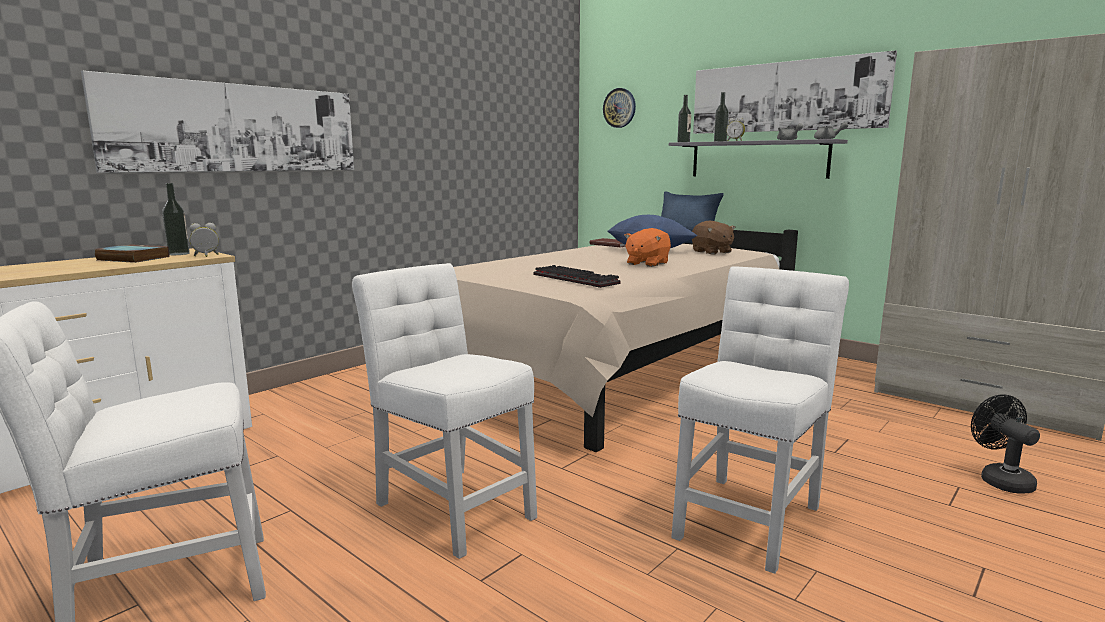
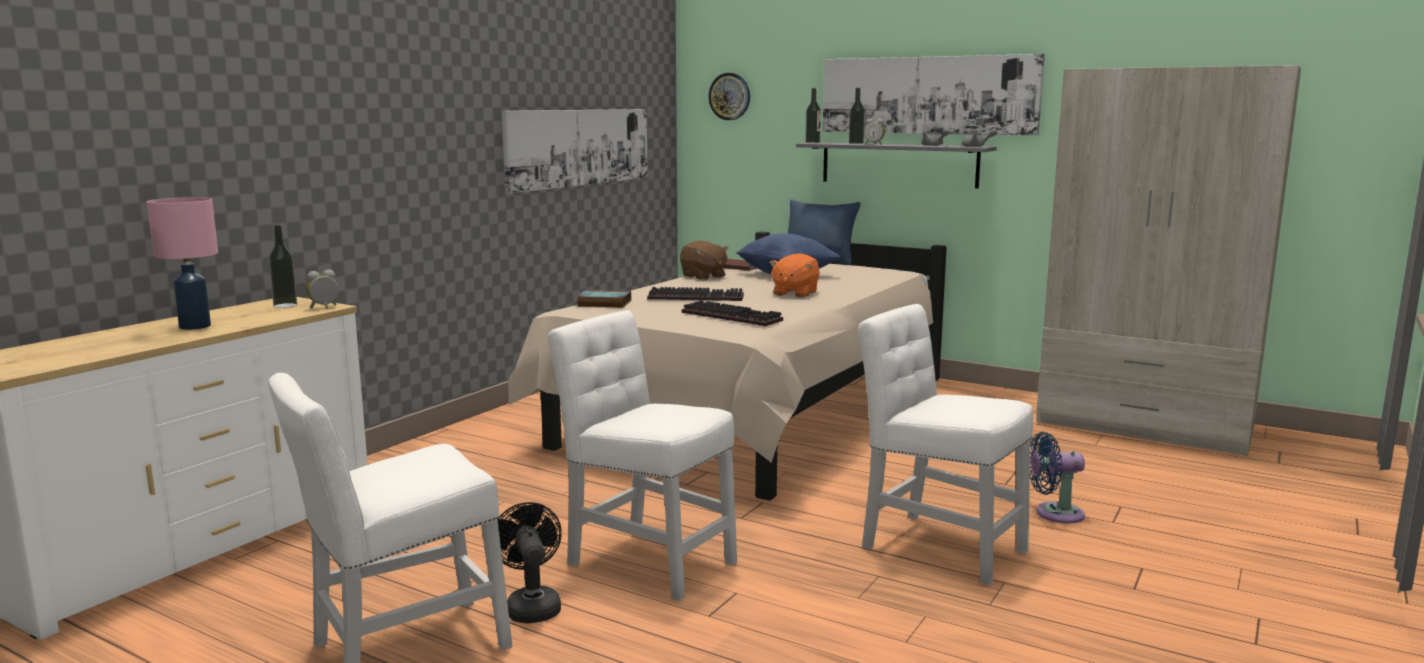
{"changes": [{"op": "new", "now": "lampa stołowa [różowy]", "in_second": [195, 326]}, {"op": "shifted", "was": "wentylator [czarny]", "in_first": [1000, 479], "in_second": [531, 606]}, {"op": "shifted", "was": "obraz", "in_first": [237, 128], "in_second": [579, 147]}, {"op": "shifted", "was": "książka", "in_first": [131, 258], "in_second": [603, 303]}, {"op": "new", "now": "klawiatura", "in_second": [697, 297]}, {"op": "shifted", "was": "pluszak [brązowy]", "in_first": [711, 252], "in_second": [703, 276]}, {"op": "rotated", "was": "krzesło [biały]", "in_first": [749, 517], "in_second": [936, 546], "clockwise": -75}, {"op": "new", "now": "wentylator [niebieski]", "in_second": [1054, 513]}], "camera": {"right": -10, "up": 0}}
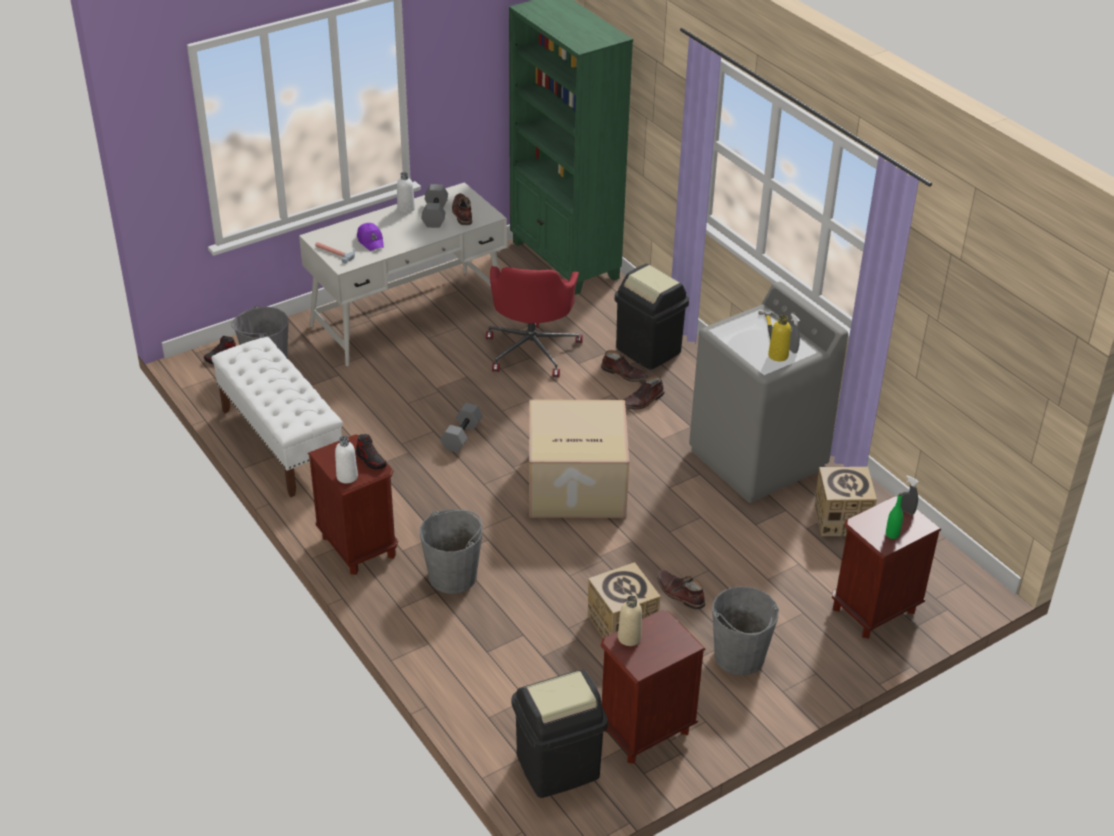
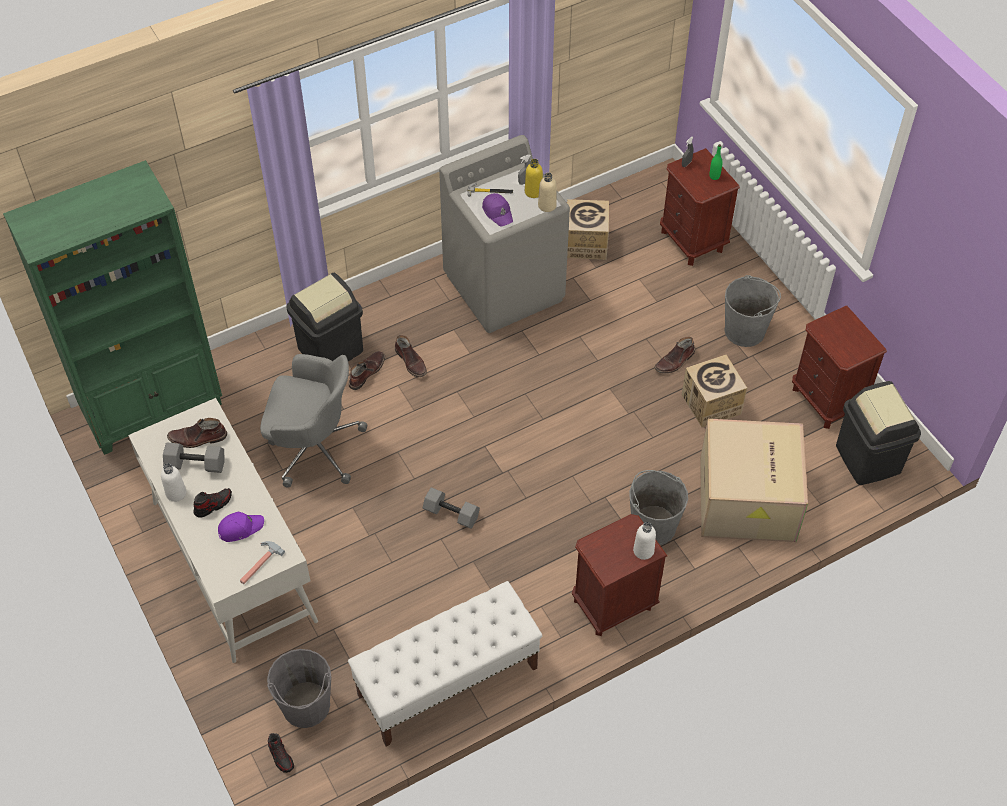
{"changes": [{"op": "shifted", "was": "but", "in_first": [371, 460], "in_second": [213, 505]}, {"op": "repainted", "was": "krzesło biurowe [czerwony]", "now": "krzesło biurowe [szary]", "in_first": [532, 349], "in_second": [314, 447]}, {"op": "new", "now": "czapka z daszkiem [fioletowy]", "in_second": [498, 212]}, {"op": "shifted", "was": "butelka [beżowy]", "in_first": [629, 638], "in_second": [547, 205]}, {"op": "shifted", "was": "karton", "in_first": [575, 486], "in_second": [748, 500]}], "camera": {"right": -85, "up": 15}}
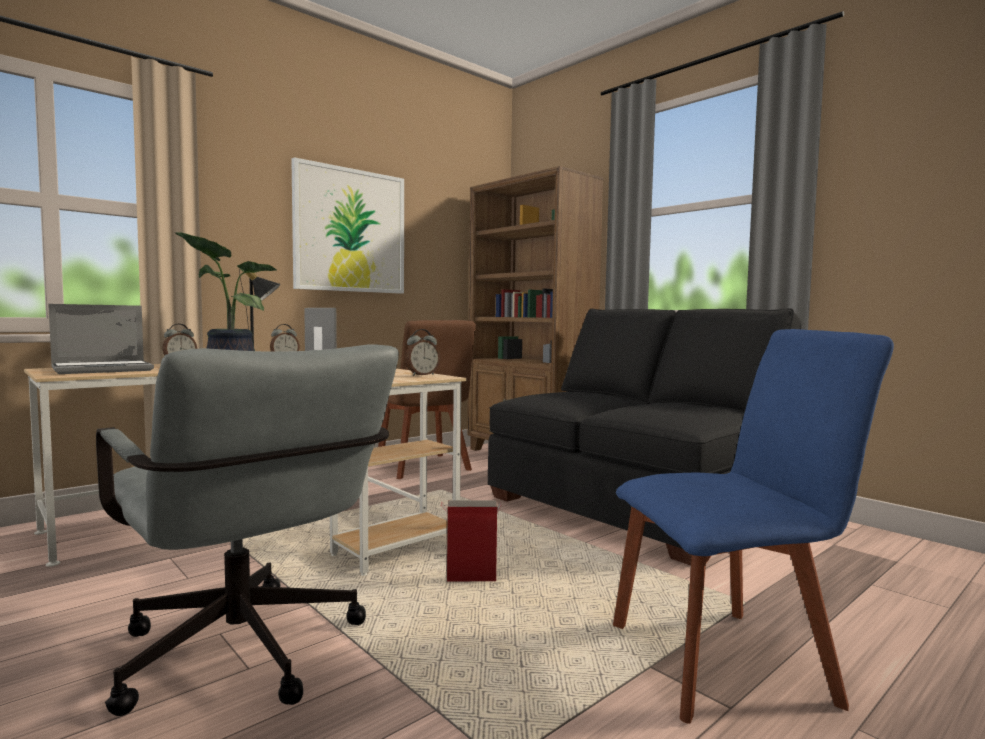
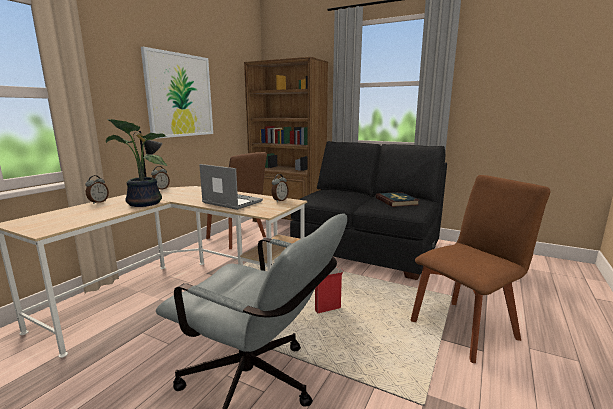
{"changes": [{"op": "new", "now": "książka", "in_second": [397, 201]}, {"op": "repainted", "was": "krzesło [niebieski]", "now": "krzesło [brązowy]", "in_first": [728, 660], "in_second": [466, 327]}, {"op": "gone", "was": "laptop", "in_first": [104, 369]}], "camera": {"right": -20, "up": 10}}
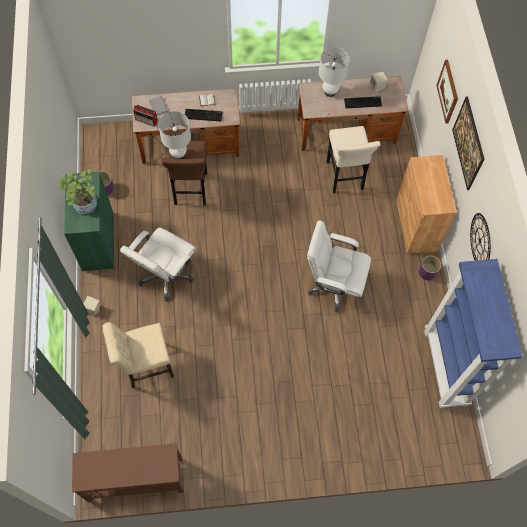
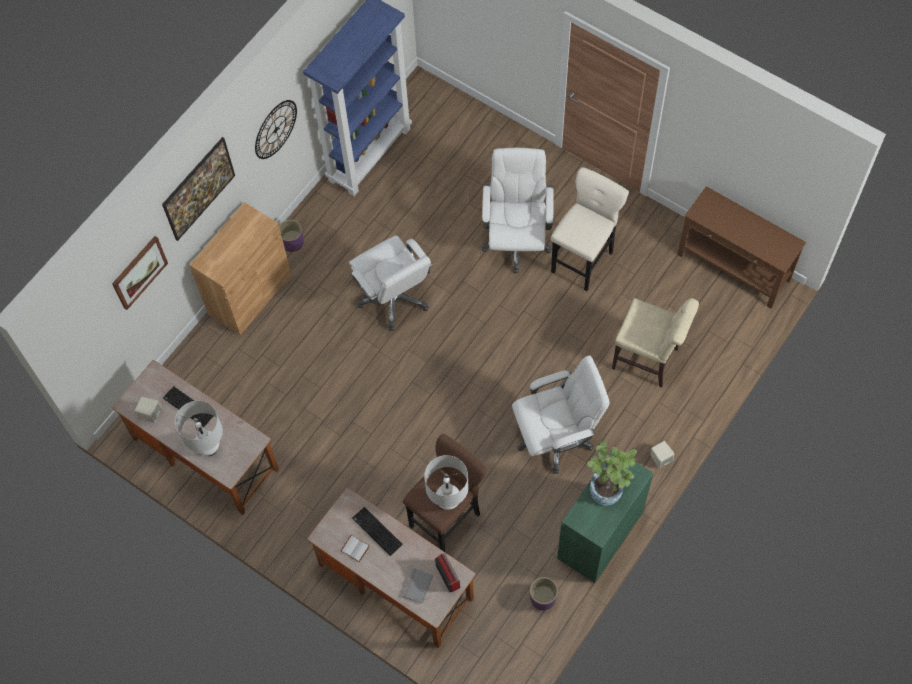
{"changes": [{"op": "new", "now": "krzesło biurowe [biały]", "in_second": [516, 240]}, {"op": "shifted", "was": "stołek [beżowy]", "in_first": [344, 178], "in_second": [584, 259]}], "camera": {"right": -135, "up": 0}}
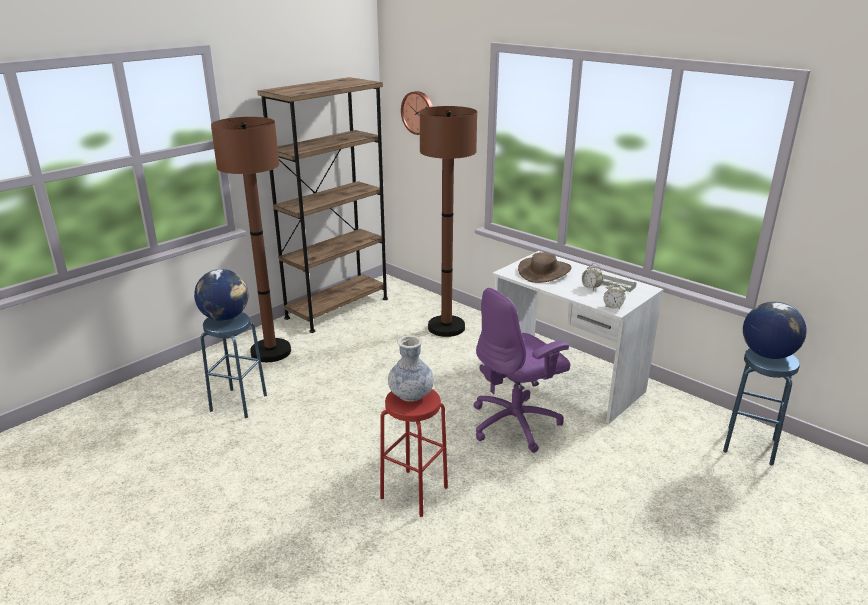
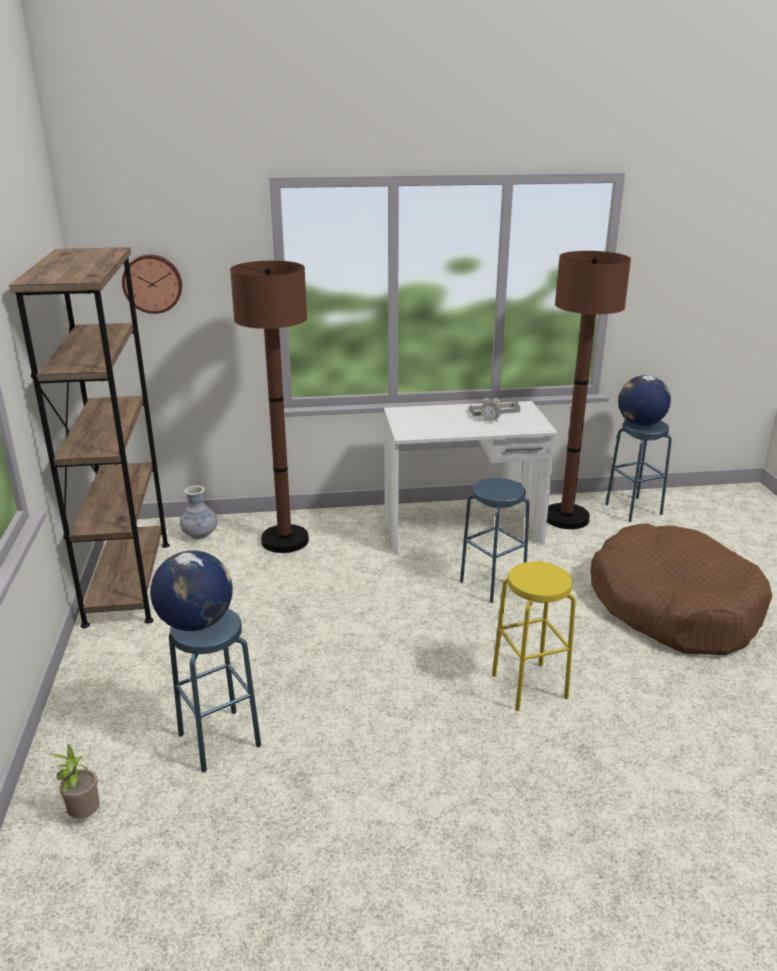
{"changes": [{"op": "new", "now": "roślina doniczkowa", "in_second": [83, 815]}, {"op": "shifted", "was": "wazon", "in_first": [411, 394], "in_second": [200, 534]}, {"op": "swapped", "was": "krzesło biurowe [fioletowy]", "now": "stołek [niebieski]", "in_first": [516, 424], "in_second": [492, 584]}, {"op": "repainted", "was": "stołek [czerwony]", "now": "stołek [żółty]", "in_first": [414, 492], "in_second": [529, 686]}, {"op": "shifted", "was": "lampa stojąca [brązowy]", "in_first": [271, 352], "in_second": [566, 518]}, {"op": "new", "now": "legowisko [brązowy]", "in_second": [673, 606]}, {"op": "gone", "was": "kapelusz [brązowy]", "in_first": [544, 271]}, {"op": "gone", "was": "budzik", "in_first": [613, 306]}], "camera": {"right": -50, "up": 0}}
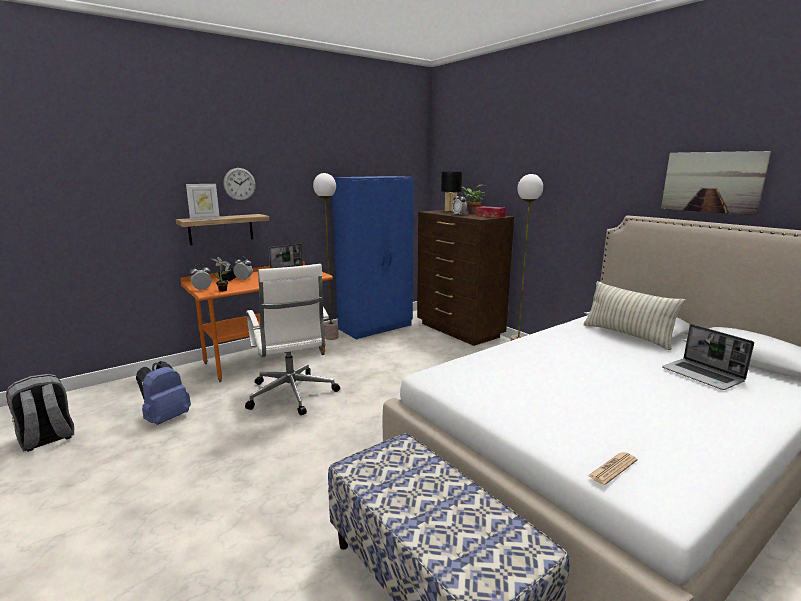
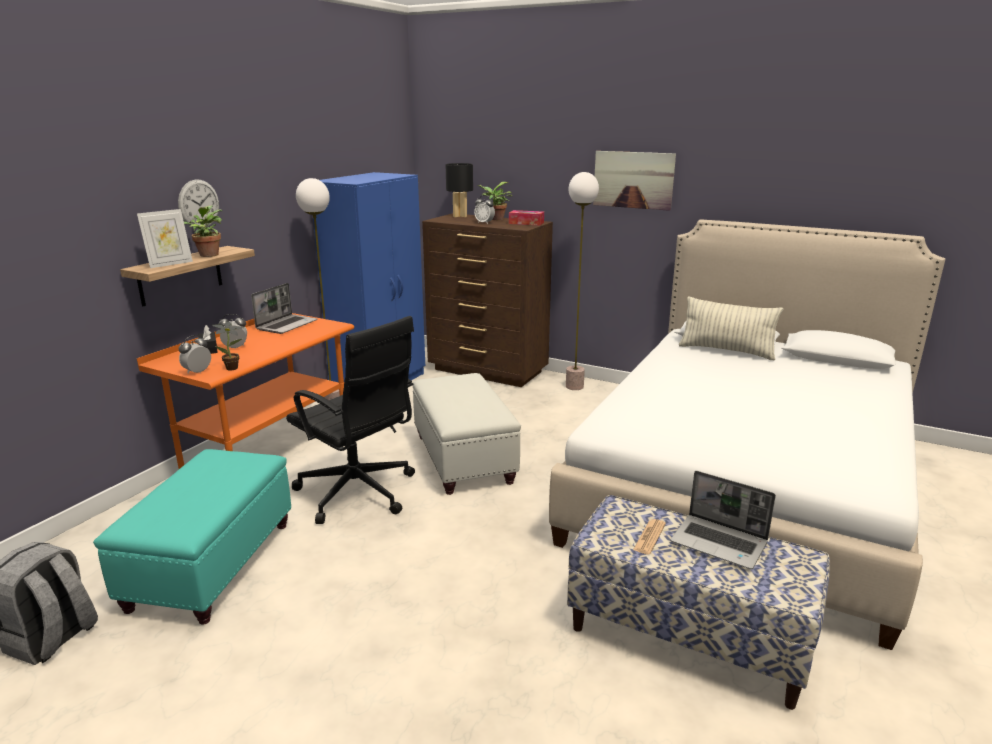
{"changes": [{"op": "swapped", "was": "plecak [niebieski]", "now": "pufa [turkusowy]", "in_first": [166, 418], "in_second": [213, 564]}, {"op": "new", "now": "roślina doniczkowa", "in_second": [209, 254]}, {"op": "repainted", "was": "krzesło biurowe [biały]", "now": "krzesło biurowe [czarny]", "in_first": [292, 395], "in_second": [358, 493]}, {"op": "new", "now": "pufa [biały]", "in_second": [463, 458]}, {"op": "shifted", "was": "obraz", "in_first": [711, 182], "in_second": [633, 180]}, {"op": "shifted", "was": "gazeta", "in_first": [612, 468], "in_second": [649, 537]}, {"op": "shifted", "was": "laptop", "in_first": [703, 375], "in_second": [720, 543]}], "camera": {"right": -25, "up": 5}}
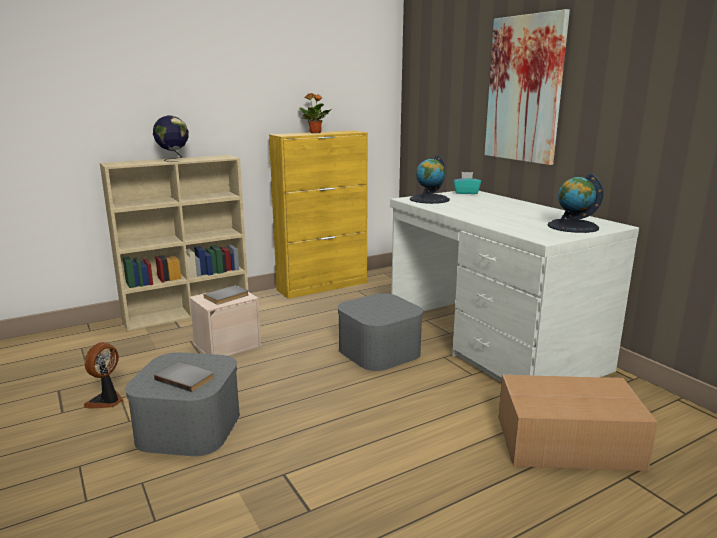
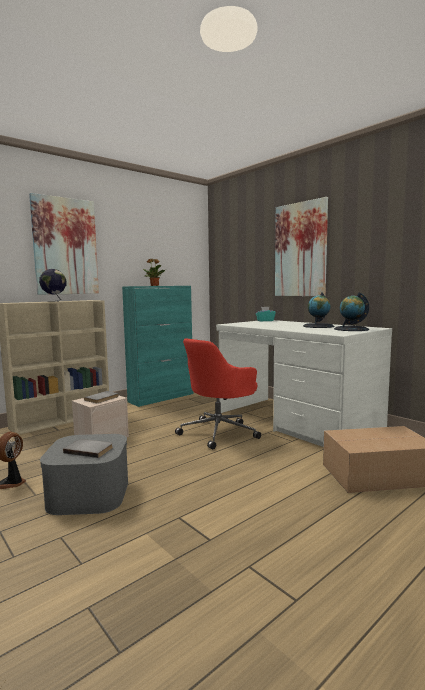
{"changes": [{"op": "new", "now": "obraz", "in_second": [65, 246]}, {"op": "repainted", "was": "szafka [żółty]", "now": "szafka [turkusowy]", "in_first": [323, 286], "in_second": [162, 397]}, {"op": "swapped", "was": "pojemnik do przechowywania [szary]", "now": "krzesło biurowe [czerwony]", "in_first": [379, 351], "in_second": [219, 432]}, {"op": "shifted", "was": "globus", "in_first": [429, 199], "in_second": [318, 326]}], "camera": {"right": -10, "up": -10}}
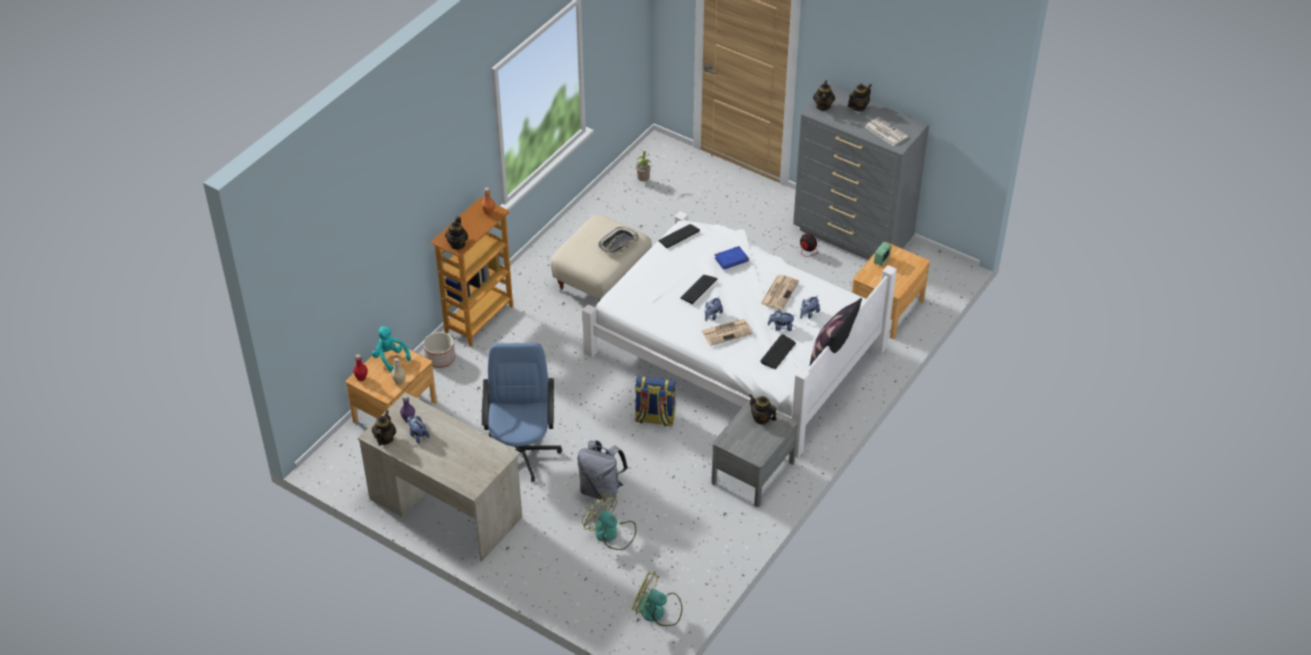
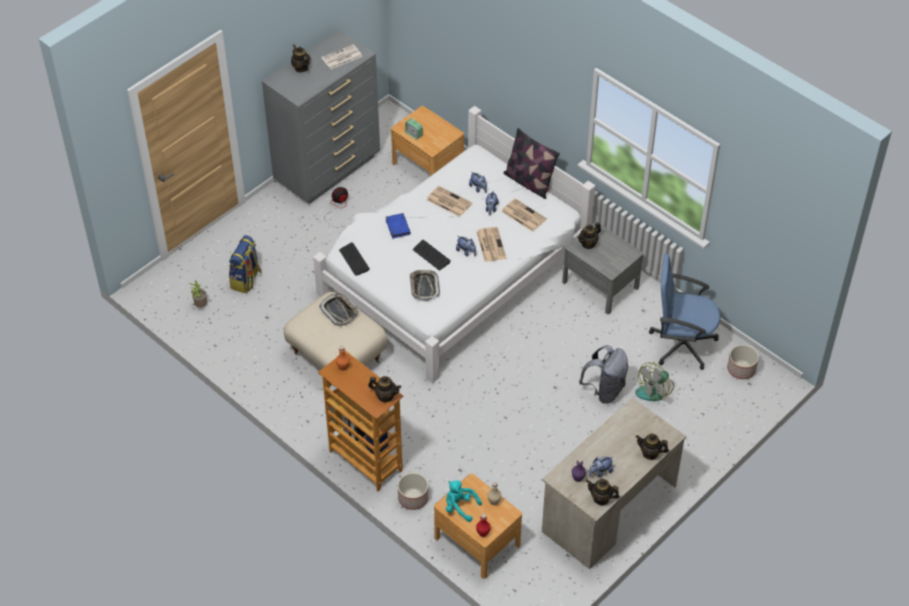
{"changes": [{"op": "shifted", "was": "plecak", "in_first": [654, 418], "in_second": [246, 280]}, {"op": "new", "now": "taca", "in_second": [424, 287]}, {"op": "rotated", "was": "pluszak [turkusowy]", "in_first": [390, 358], "in_second": [460, 507], "clockwise": 60}, {"op": "swapped", "was": "klawiatura", "now": "gazeta", "in_first": [778, 352], "in_second": [523, 215]}, {"op": "shifted", "was": "imbryk", "in_first": [823, 106], "in_second": [650, 453]}, {"op": "shifted", "was": "krzesło biurowe [niebieski]", "in_first": [522, 452], "in_second": [681, 344]}, {"op": "swapped", "was": "wentylator", "now": "donica", "in_first": [657, 611], "in_second": [741, 369]}], "camera": {"right": -80, "up": 5}}
